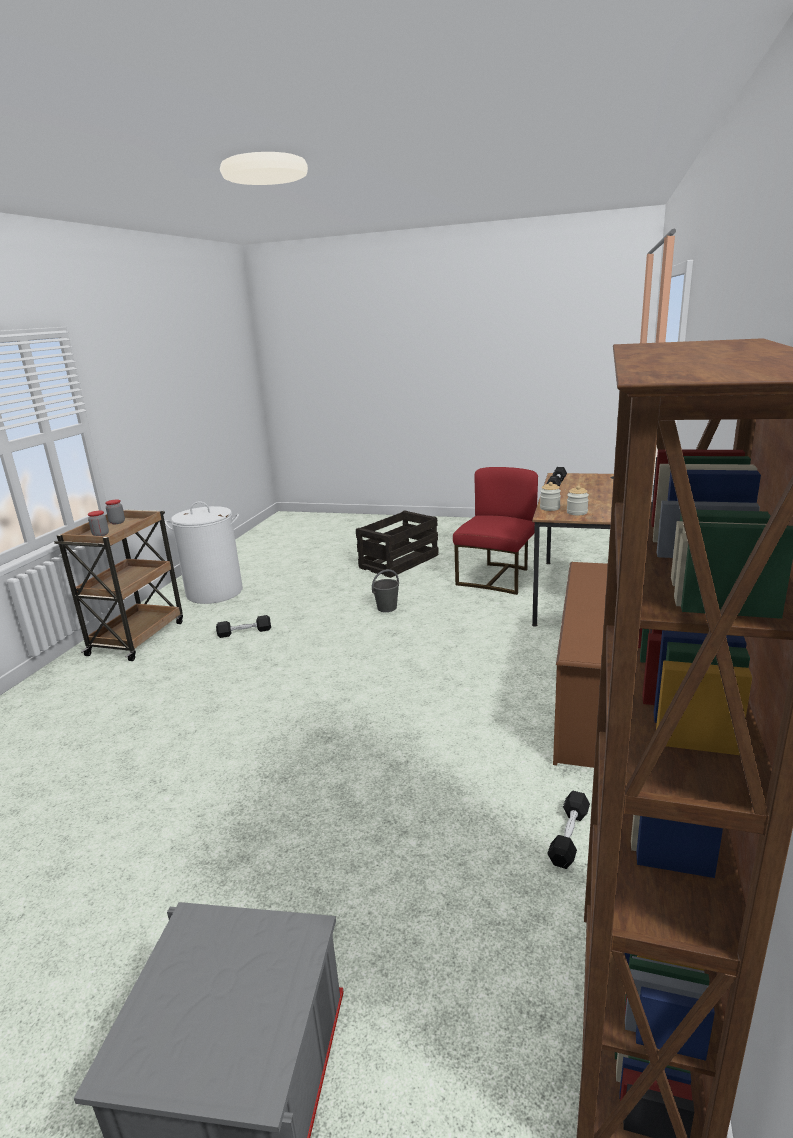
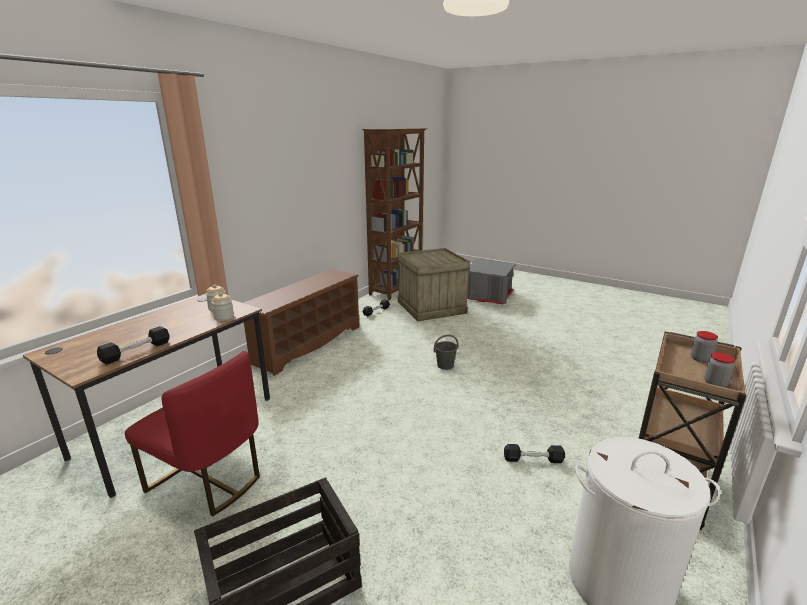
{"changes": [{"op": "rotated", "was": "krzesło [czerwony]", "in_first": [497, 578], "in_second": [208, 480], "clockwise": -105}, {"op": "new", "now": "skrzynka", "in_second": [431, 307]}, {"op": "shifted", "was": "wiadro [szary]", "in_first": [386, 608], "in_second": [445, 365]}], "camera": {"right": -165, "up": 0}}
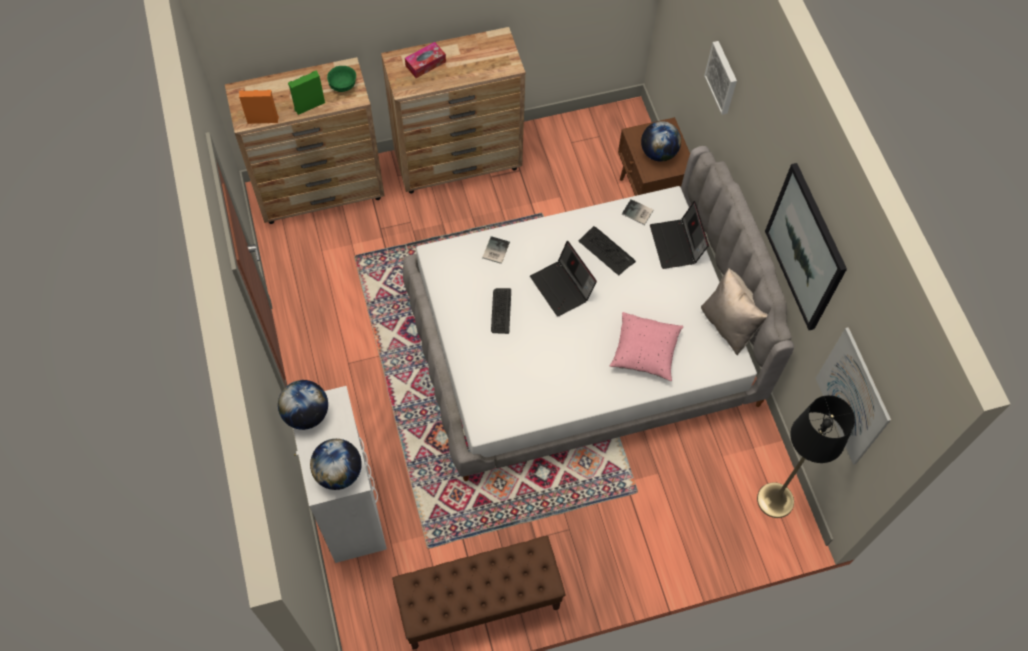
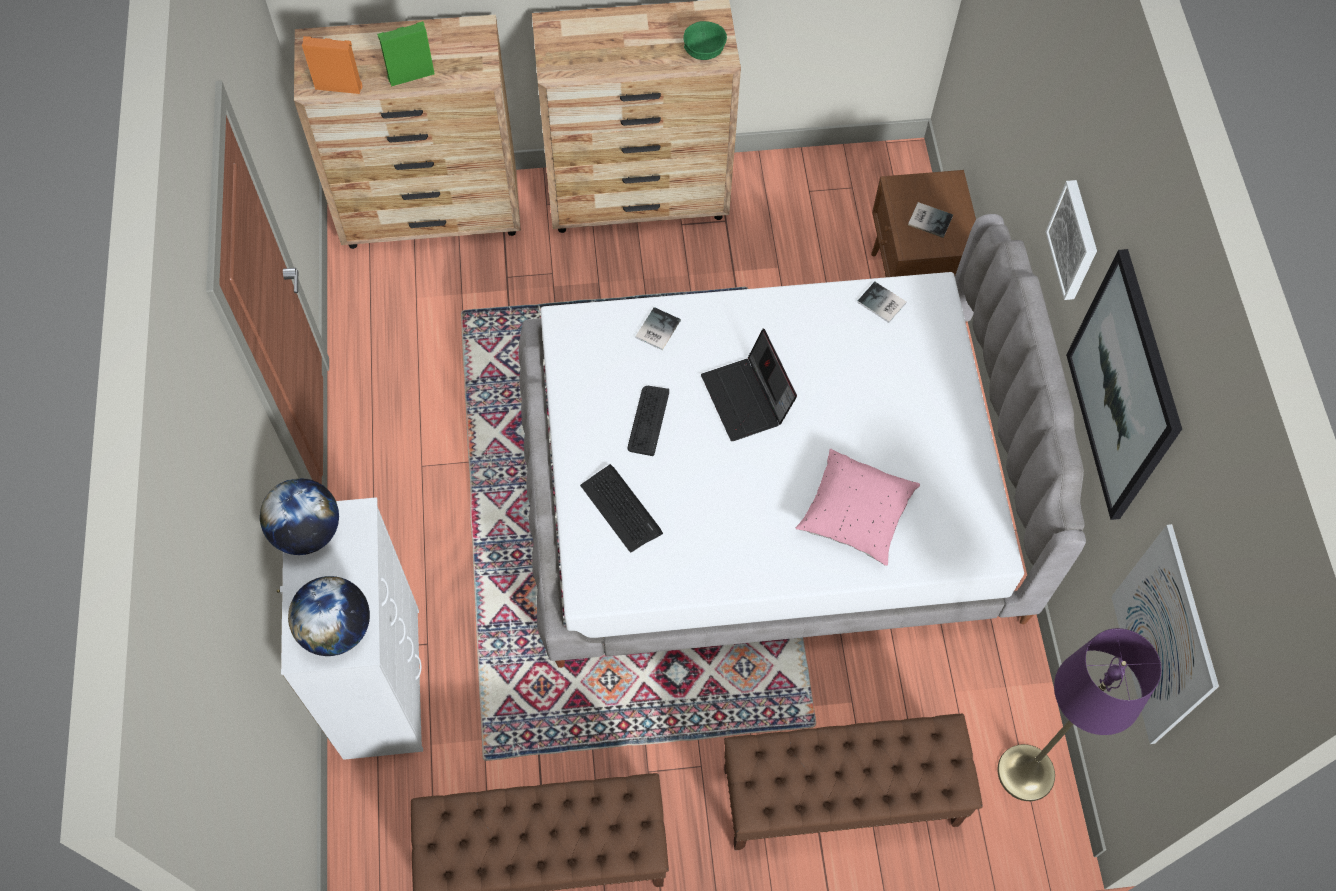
{"changes": [{"op": "shifted", "was": "klawiatura", "in_first": [606, 251], "in_second": [621, 508]}, {"op": "shifted", "was": "miska [zielony]", "in_first": [343, 85], "in_second": [704, 52]}, {"op": "new", "now": "ławka [brązowy]", "in_second": [839, 797]}, {"op": "swapped", "was": "globus", "now": "książka", "in_first": [658, 153], "in_second": [929, 219]}, {"op": "repainted", "was": "lampa stojąca [czarny]", "now": "lampa stojąca [fioletowy]", "in_first": [775, 500], "in_second": [1026, 772]}, {"op": "shifted", "was": "obraz", "in_first": [723, 77], "in_second": [1075, 240]}, {"op": "gone", "was": "pudełko chusteczek", "in_first": [425, 64]}, {"op": "gone", "was": "laptop", "in_first": [677, 245]}, {"op": "gone", "was": "poduszka [beżowy]", "in_first": [728, 325]}], "camera": {"right": 10, "up": 0}}
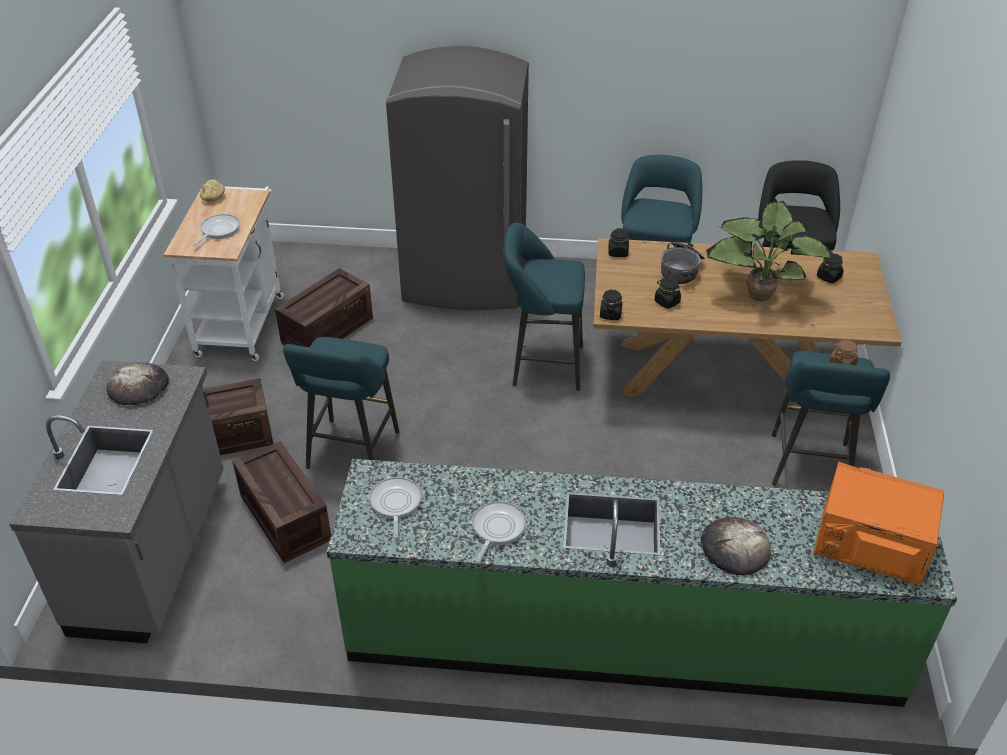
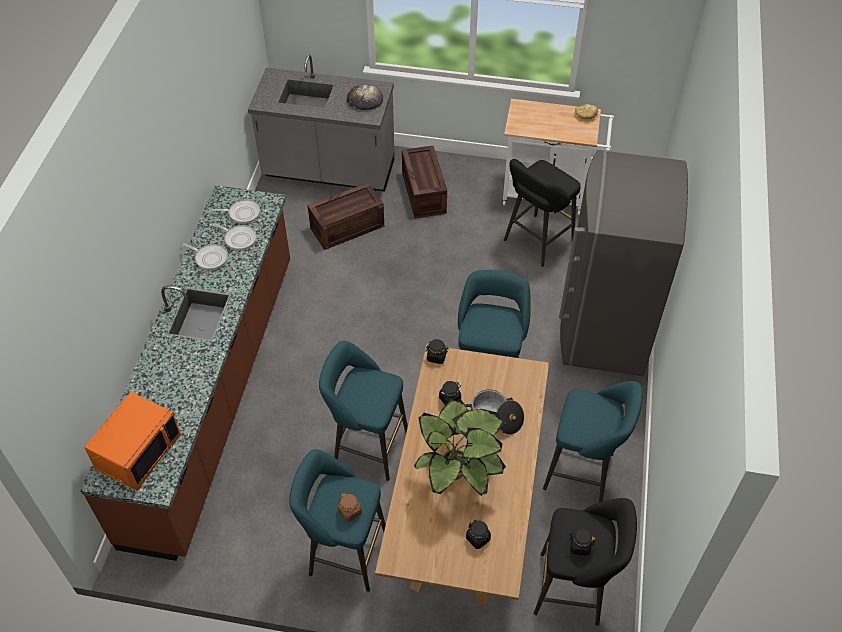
{"changes": [{"op": "repainted", "was": "zabudowa kuchenna [zielony]", "now": "zabudowa kuchenna [brązowy]", "in_first": [621, 635], "in_second": [214, 394]}, {"op": "shifted", "was": "patelnia", "in_first": [218, 230], "in_second": [239, 238]}, {"op": "shifted", "was": "stołek [turkusowy]", "in_first": [351, 454], "in_second": [366, 446]}, {"op": "swapped", "was": "skrzynka", "now": "stołek [czarny]", "in_first": [327, 331], "in_second": [536, 242]}, {"op": "shifted", "was": "słoik [czarny]", "in_first": [618, 252], "in_second": [580, 546]}, {"op": "gone", "was": "chleb", "in_first": [734, 548]}], "camera": {"right": 95, "up": 10}}
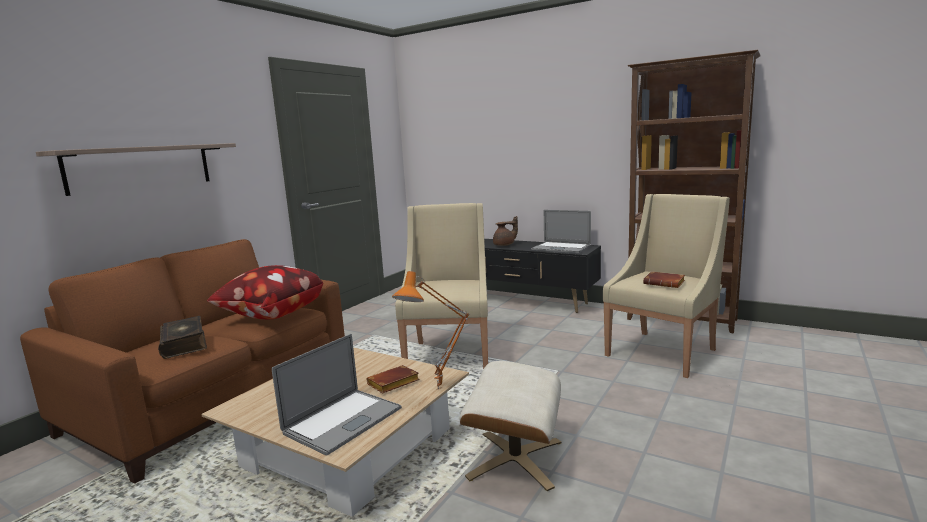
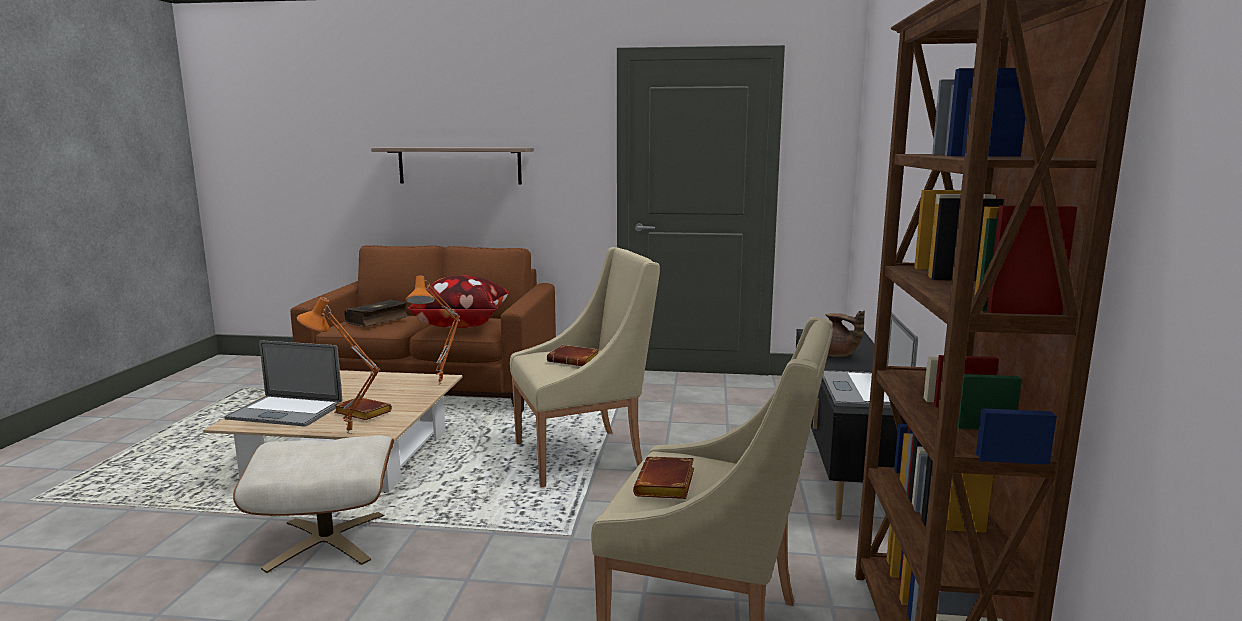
{"changes": [{"op": "new", "now": "lampa stołowa [pomarańczowy]", "in_second": [442, 384]}, {"op": "new", "now": "książka [brązowy]", "in_second": [575, 360]}], "camera": {"right": 65, "up": 0}}
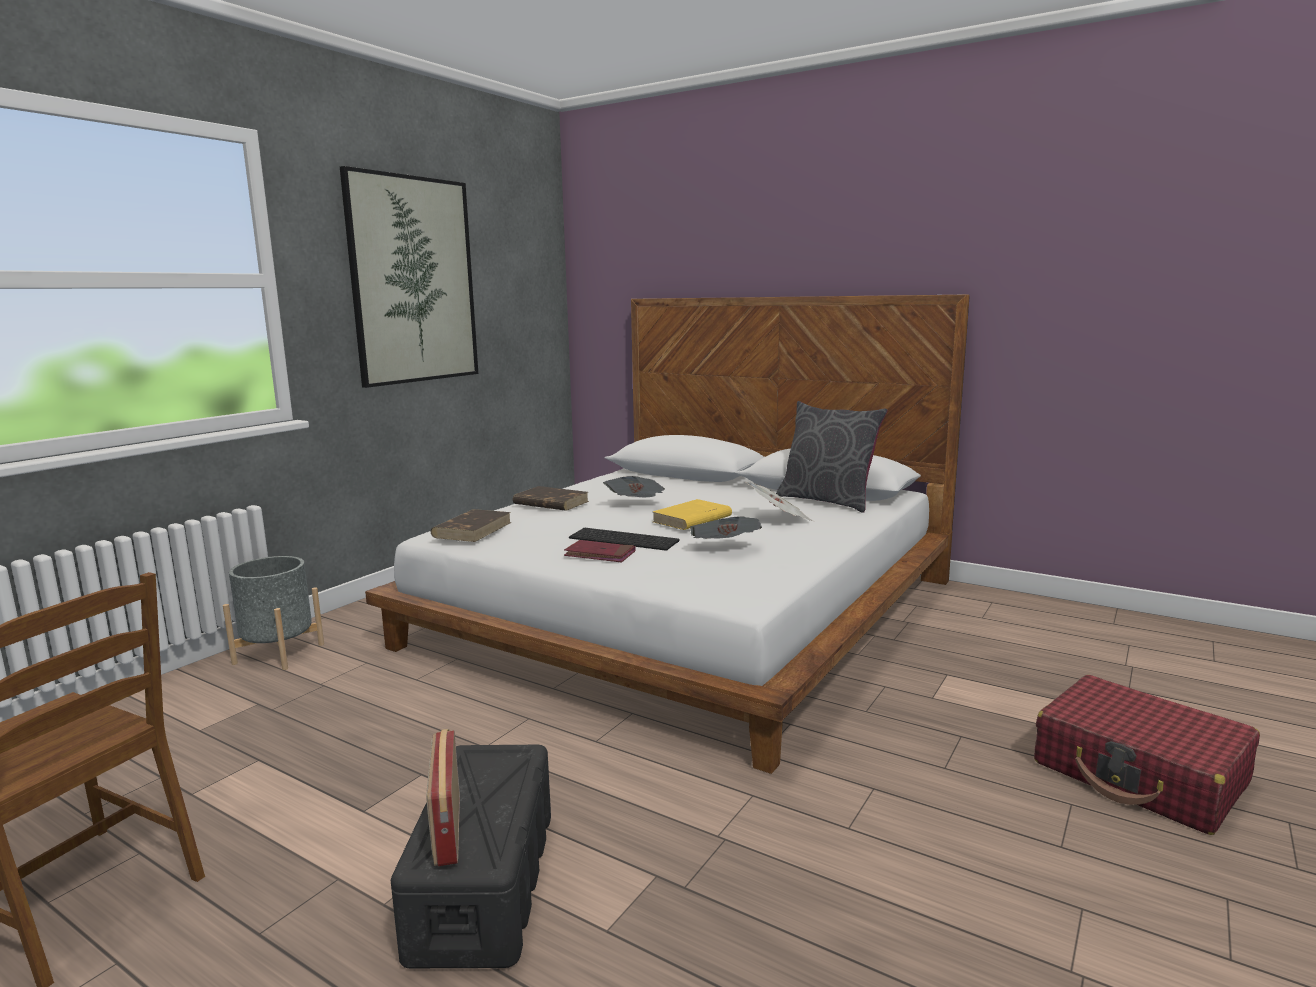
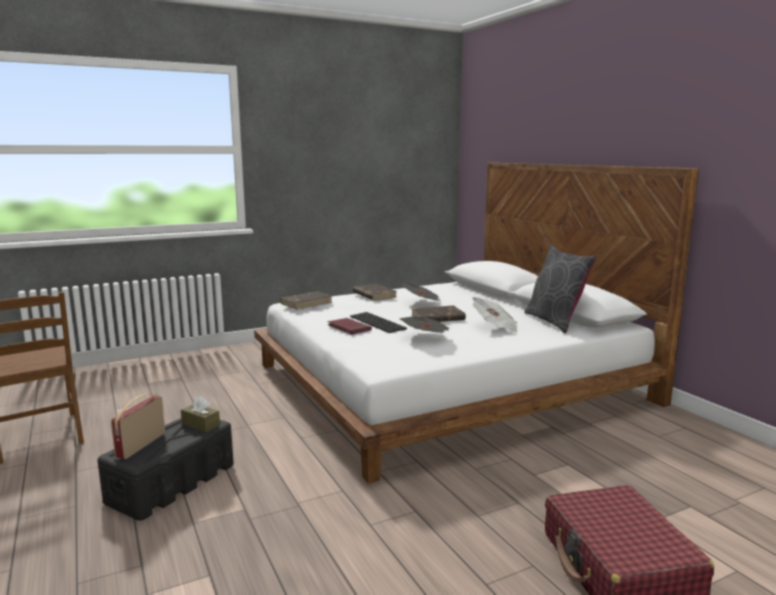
{"changes": [{"op": "new", "now": "pudełko chusteczek [brązowy]", "in_second": [201, 424]}, {"op": "repainted", "was": "książka [żółty]", "now": "książka [brązowy]", "in_first": [691, 519], "in_second": [437, 318]}, {"op": "gone", "was": "donica [szary]", "in_first": [279, 654]}, {"op": "gone", "was": "obraz", "in_first": [413, 280]}], "camera": {"right": 30, "up": 0}}
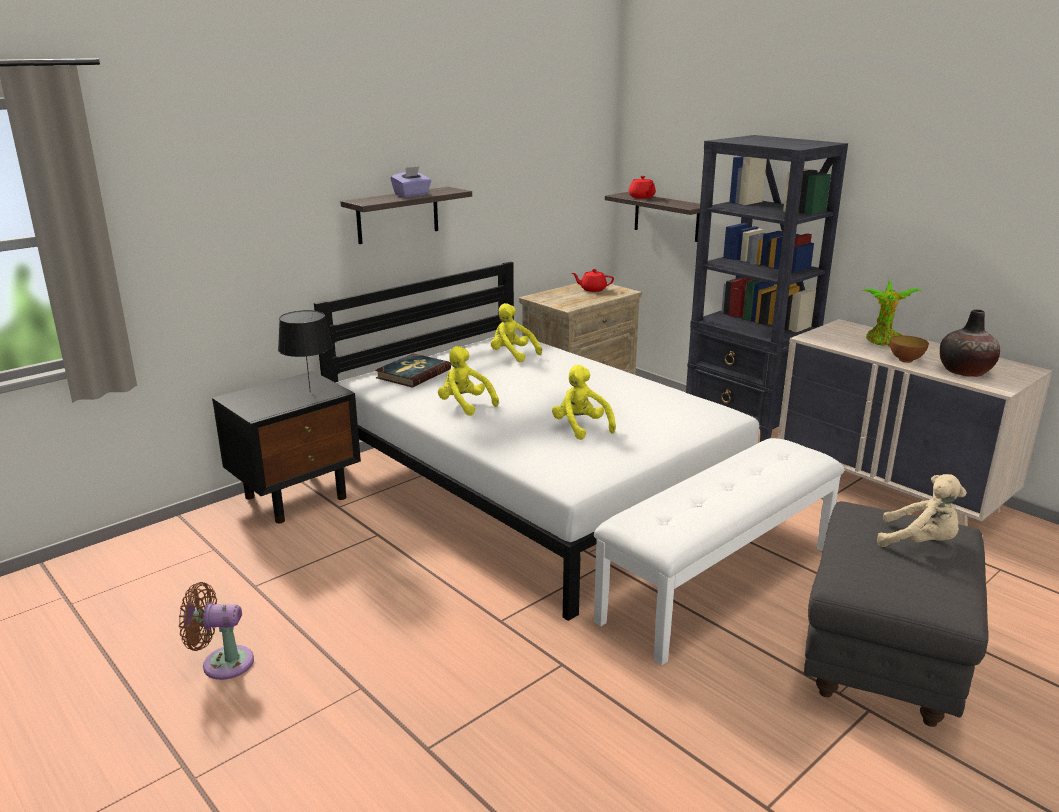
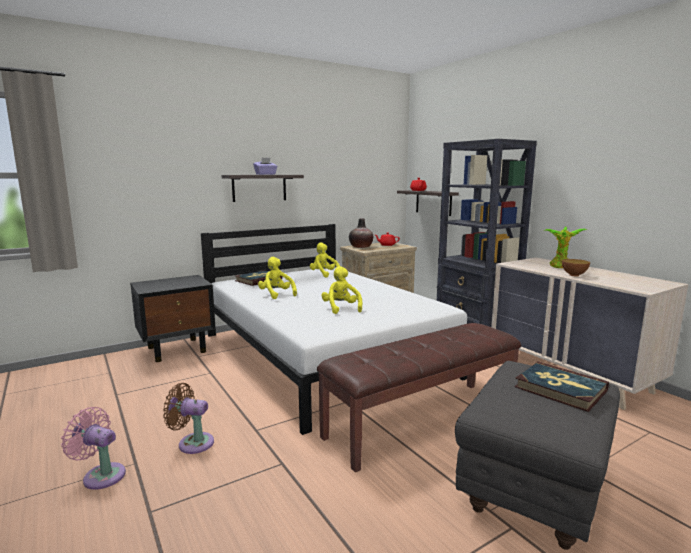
{"changes": [{"op": "new", "now": "wentylator [różowy]", "in_second": [101, 475]}, {"op": "shifted", "was": "wentylator [brązowy]", "in_first": [222, 663], "in_second": [192, 443]}, {"op": "repainted", "was": "ławka [biały]", "now": "ławka [brązowy]", "in_first": [717, 582], "in_second": [422, 420]}, {"op": "shifted", "was": "wazon", "in_first": [965, 371], "in_second": [361, 247]}, {"op": "swapped", "was": "pluszak [beżowy]", "now": "książka", "in_first": [919, 542], "in_second": [560, 389]}, {"op": "gone", "was": "lampa stołowa [czarny]", "in_first": [310, 392]}], "camera": {"right": 10, "up": -10}}
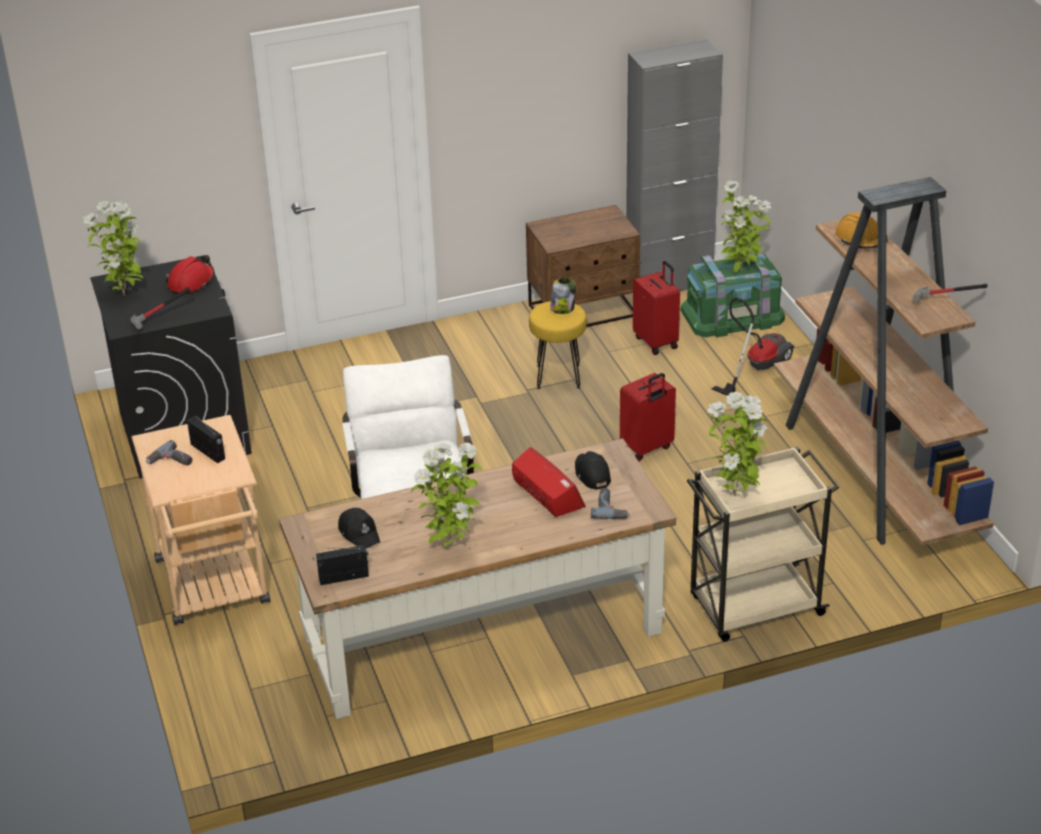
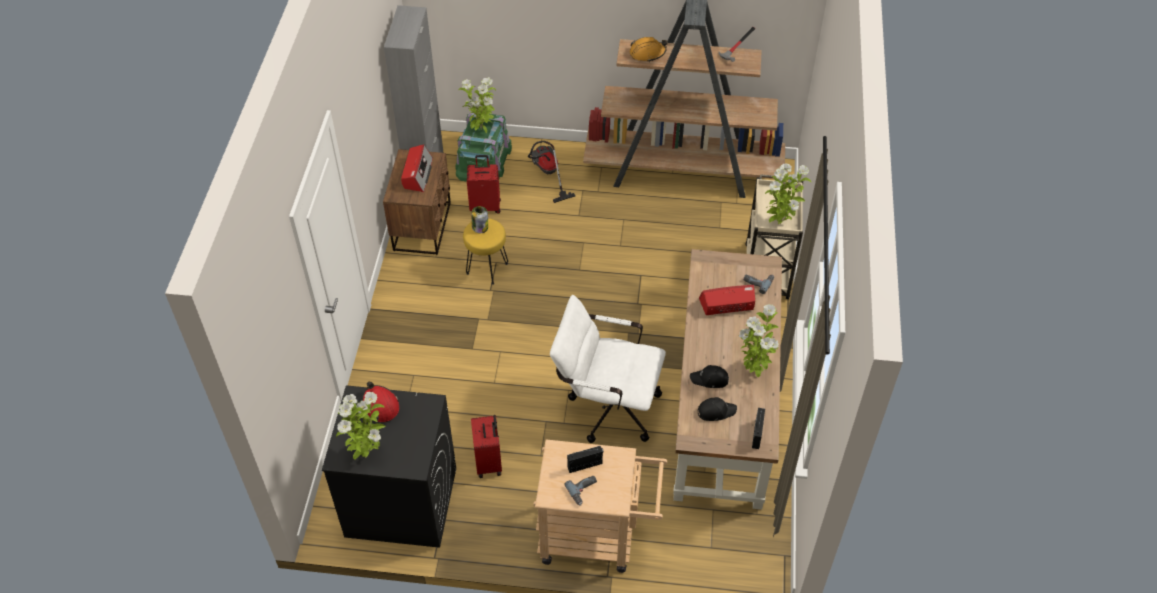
{"changes": [{"op": "new", "now": "radio", "in_second": [417, 174]}, {"op": "shifted", "was": "walizka [czerwony]", "in_first": [647, 448], "in_second": [489, 462]}, {"op": "shifted", "was": "czapka z daszkiem [czarny]", "in_first": [591, 474], "in_second": [710, 379]}, {"op": "gone", "was": "młotek", "in_first": [159, 321]}], "camera": {"right": -65, "up": 15}}
